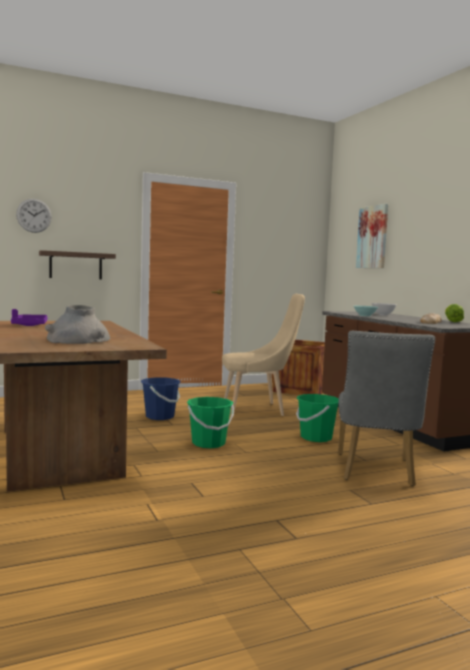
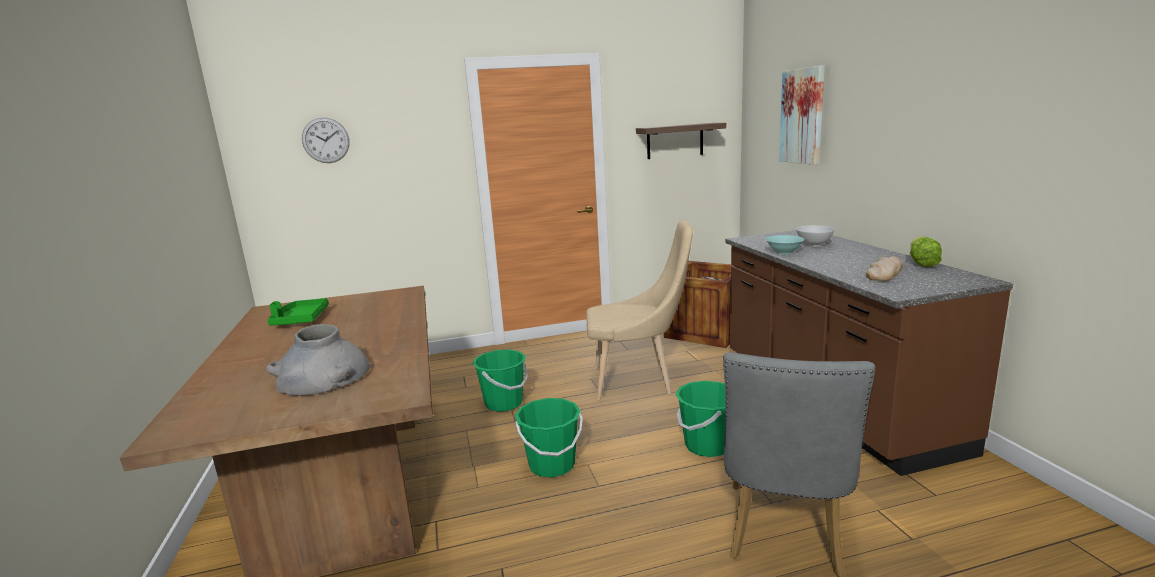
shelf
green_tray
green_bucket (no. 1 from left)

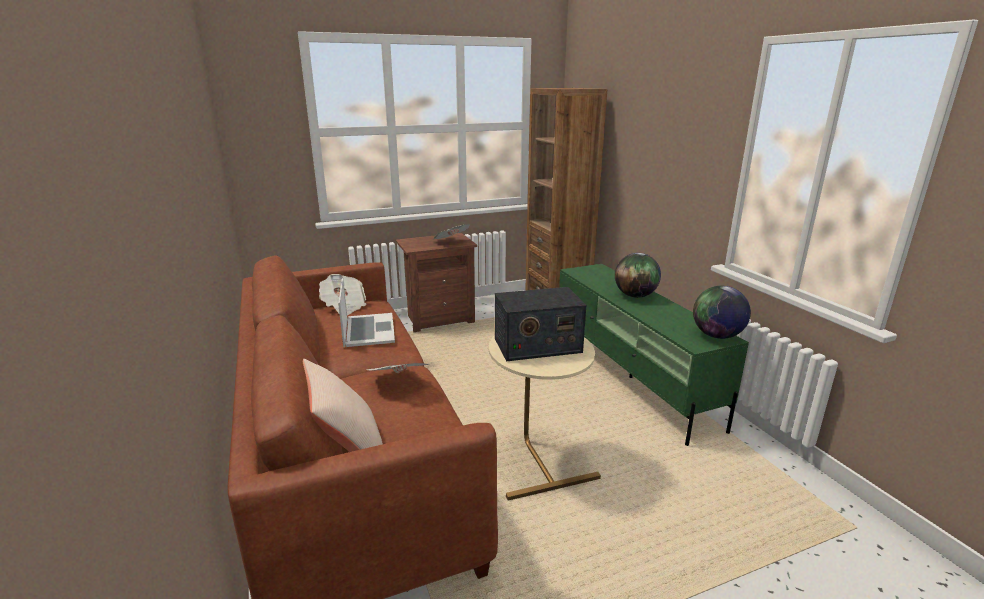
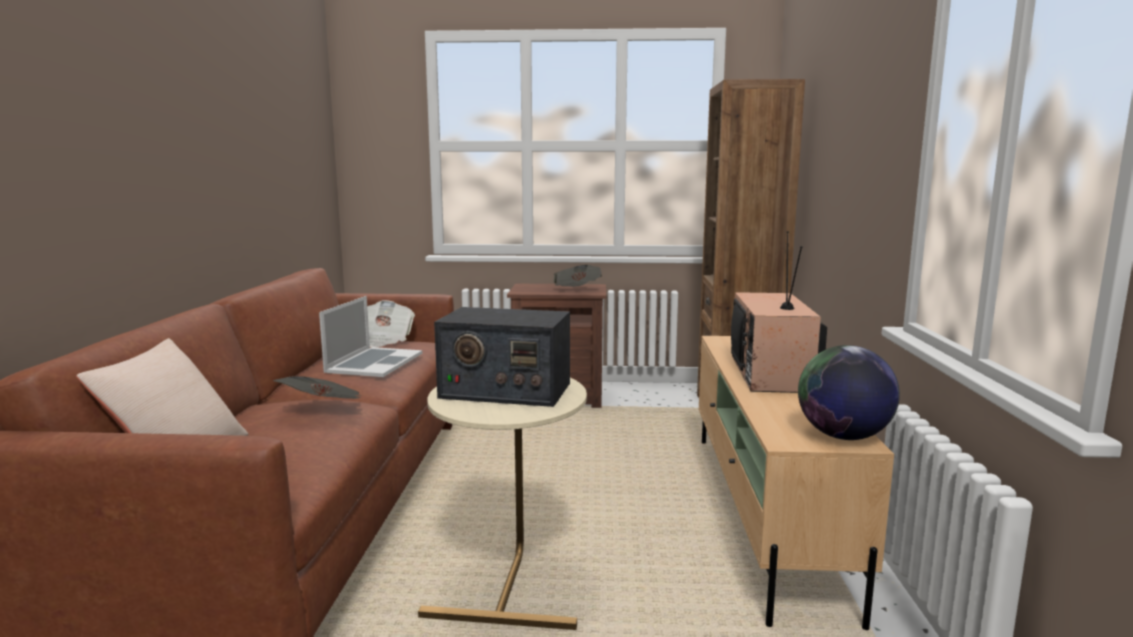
television
beige_tv_stand

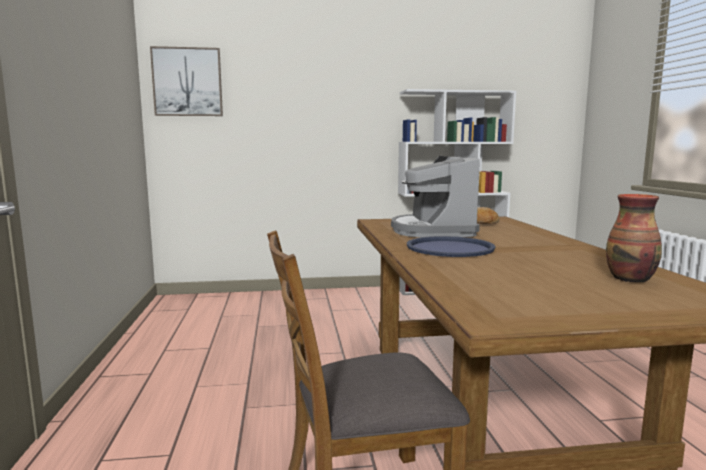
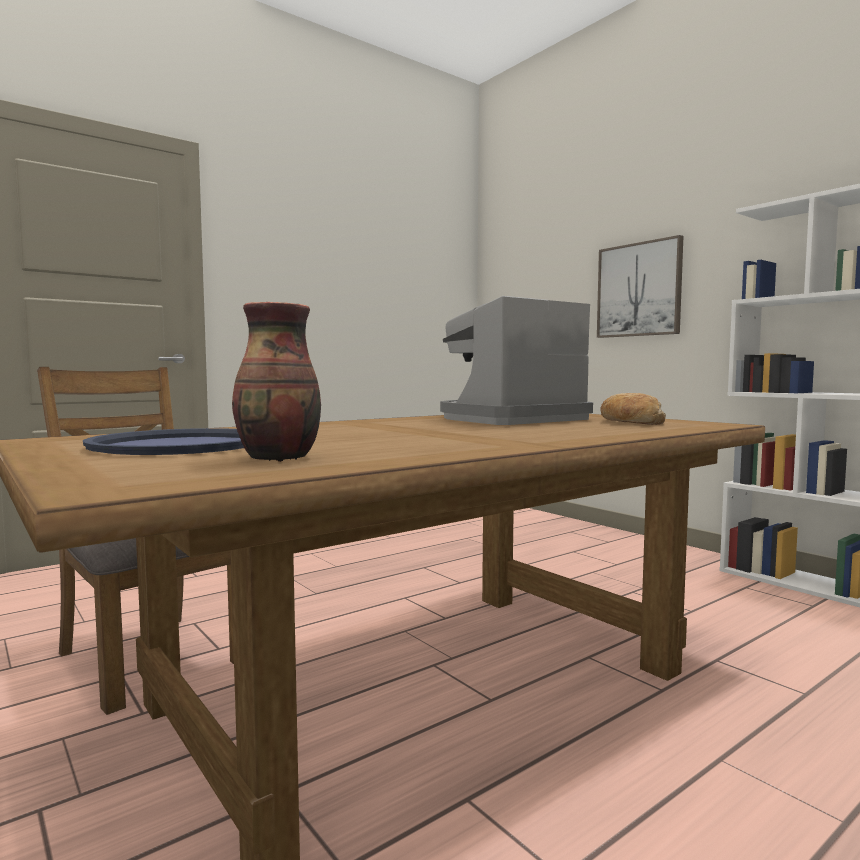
picture
blue_tray

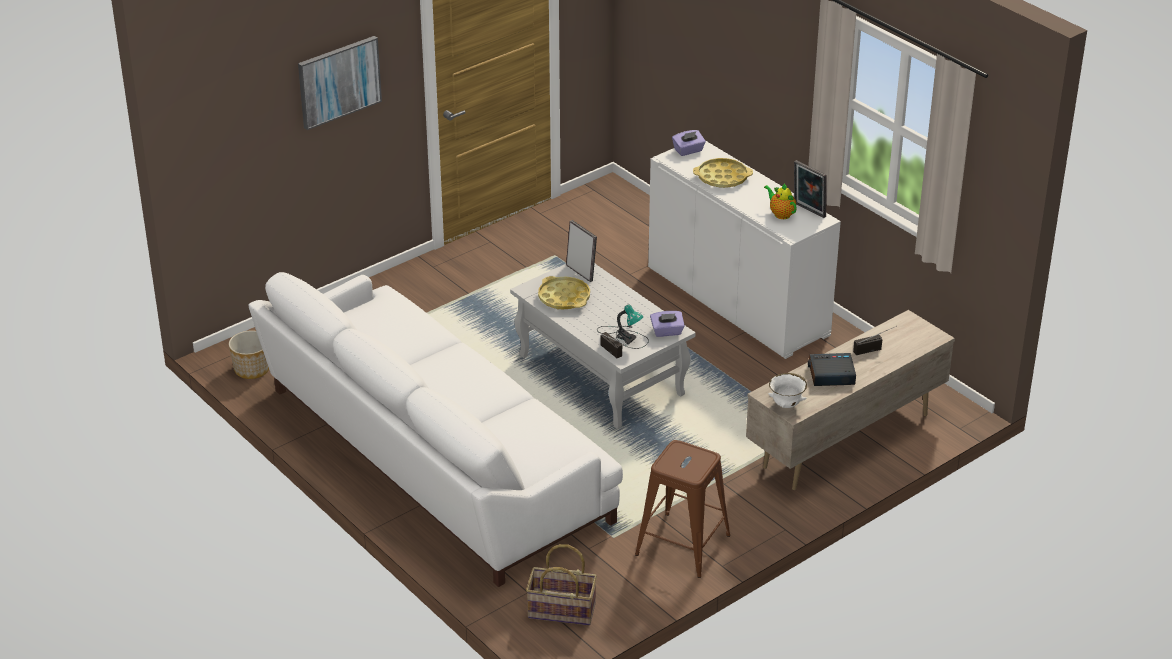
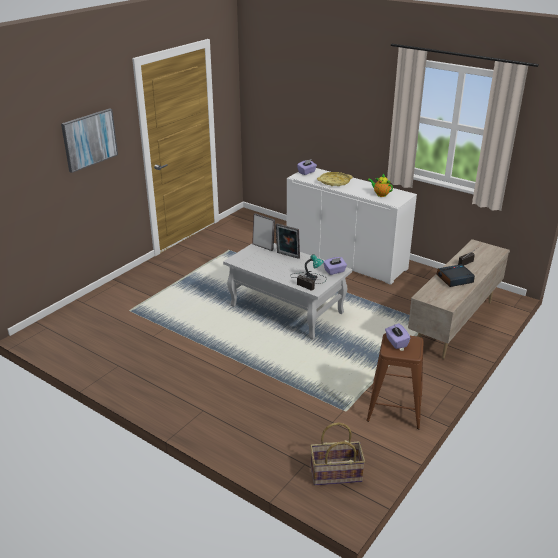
planter
white_sofa
yellow_tray (no. 1 from left in the first image)
white_bowl
purple_tissue_box (no. 3 from left)
picture_frame (no. 2 from left)

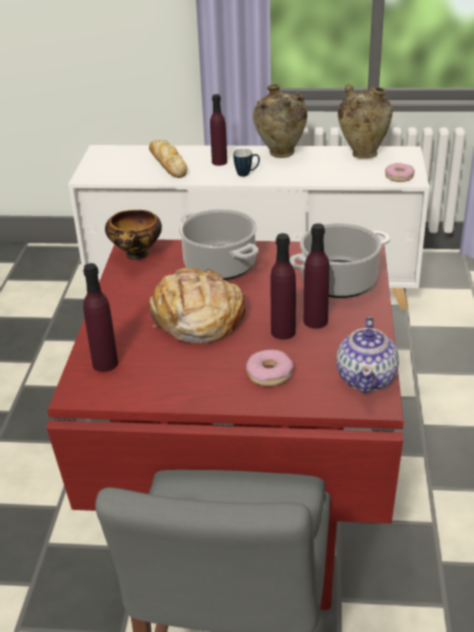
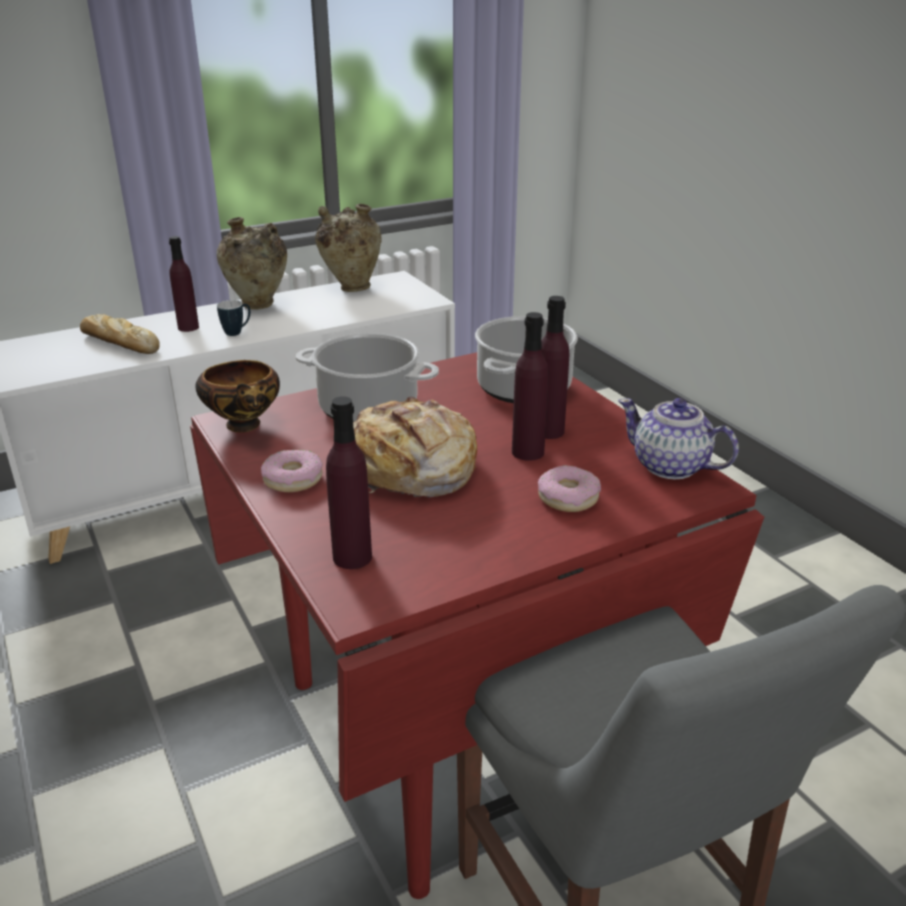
donut (no. 1 from left)
teapot

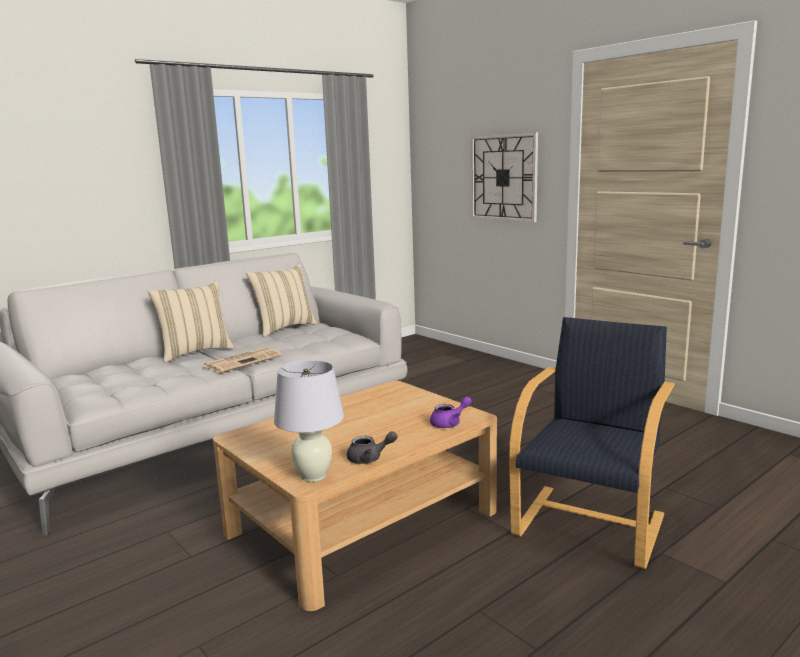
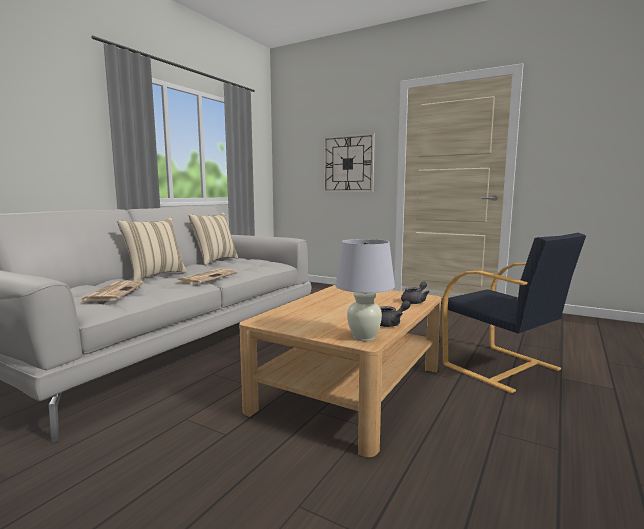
newspaper (no. 1 from left)
grey_teapot (no. 2 from left)
black_armchair

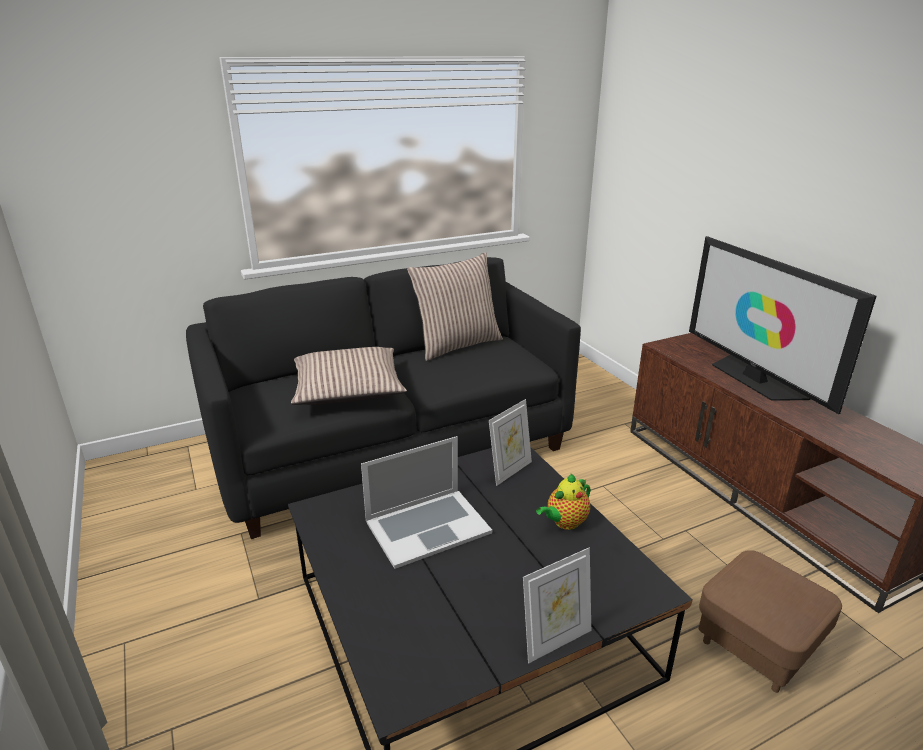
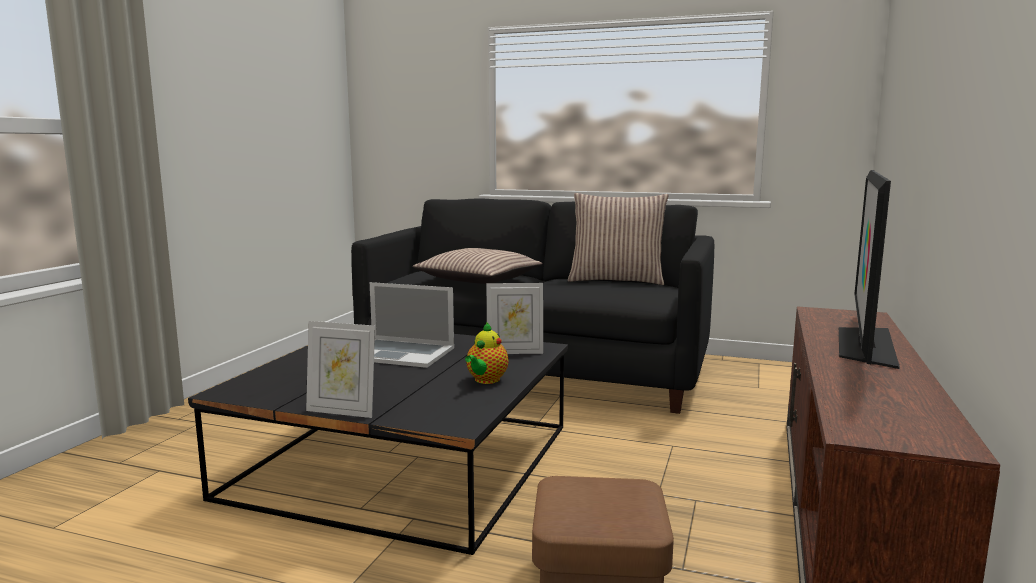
teapot

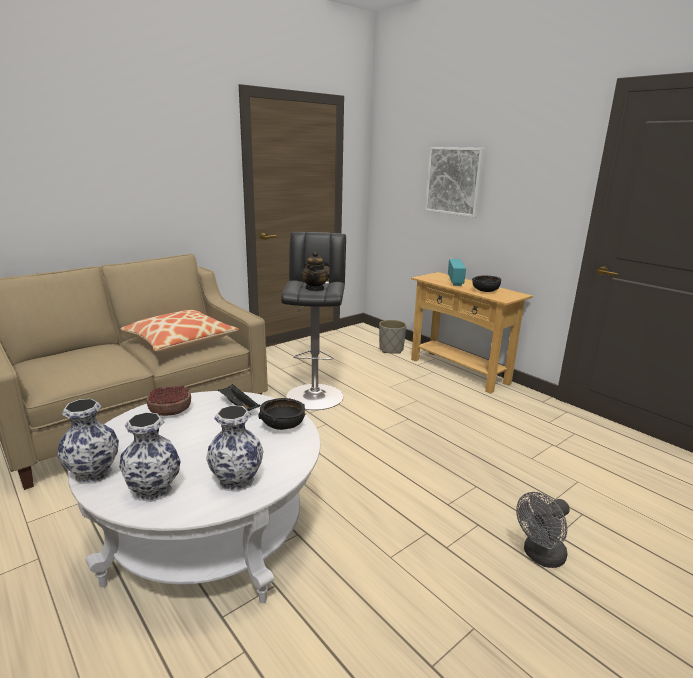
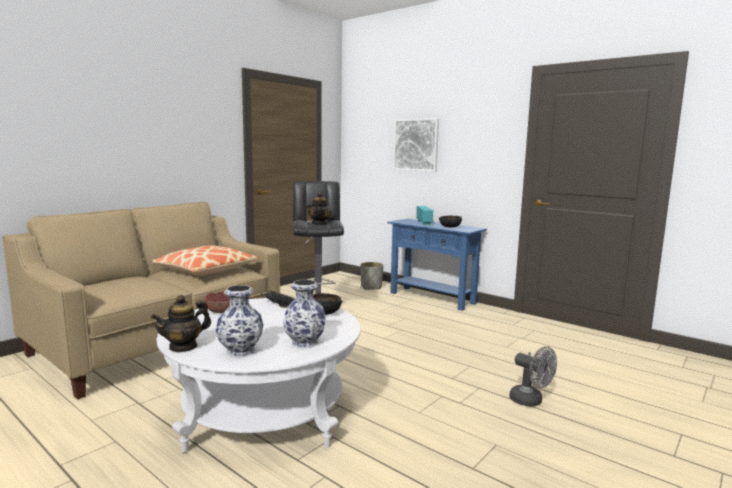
teapot (no. 1 from left)
blue_console_table
grey_fan

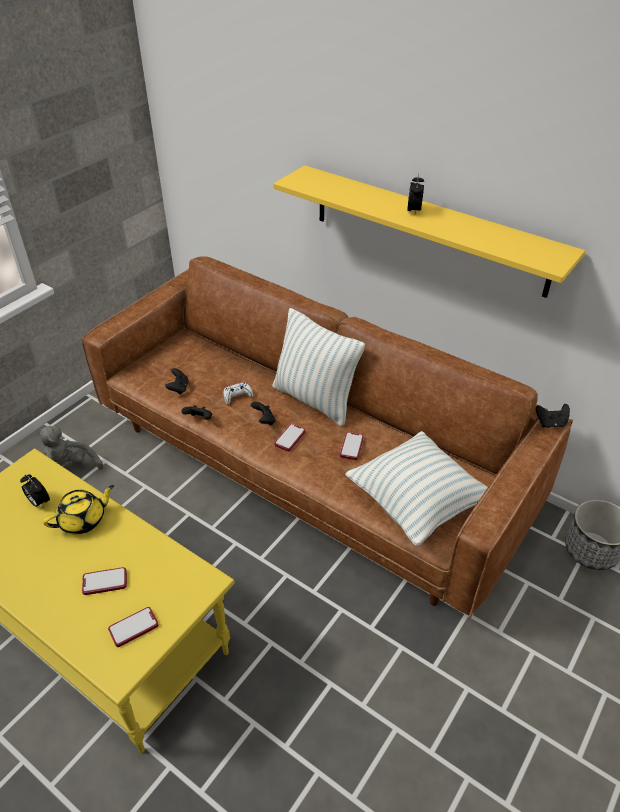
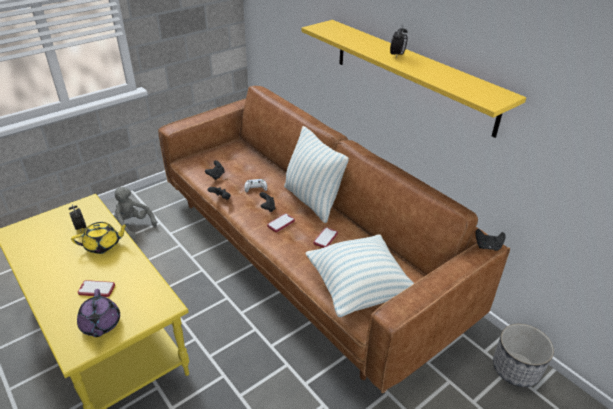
purple_teapot

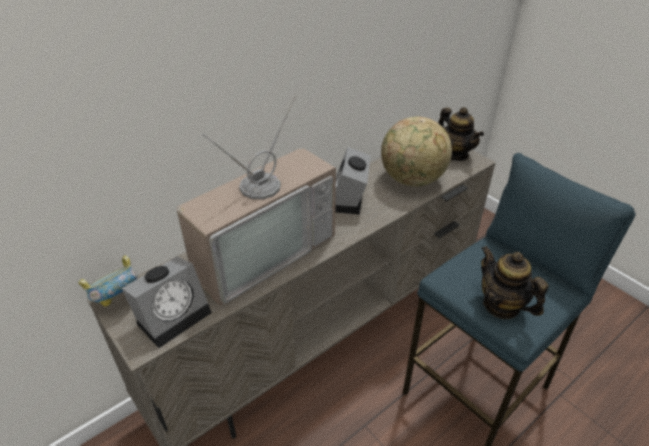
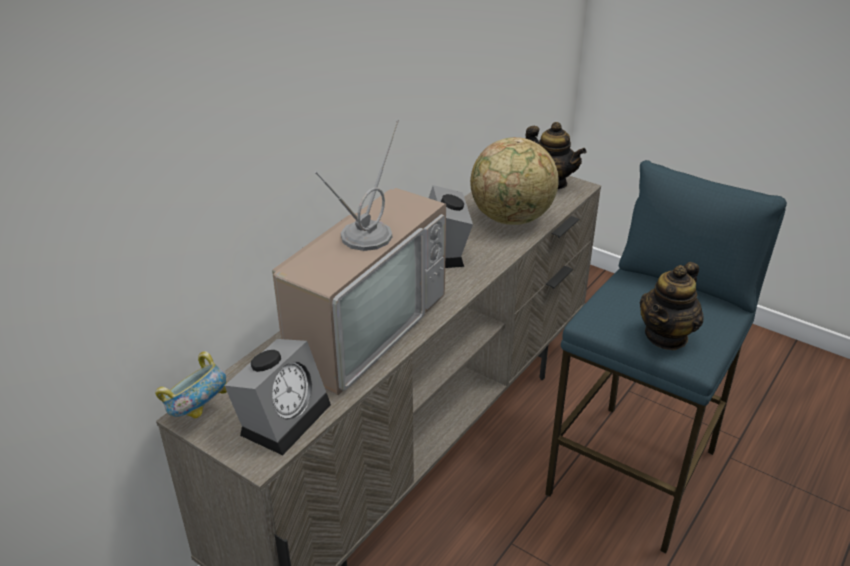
teapot (no. 2 from left)

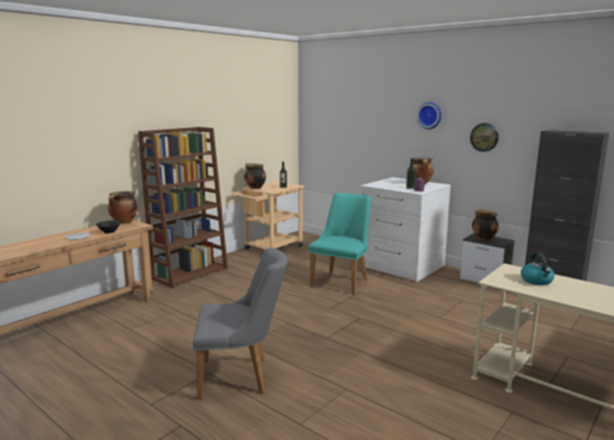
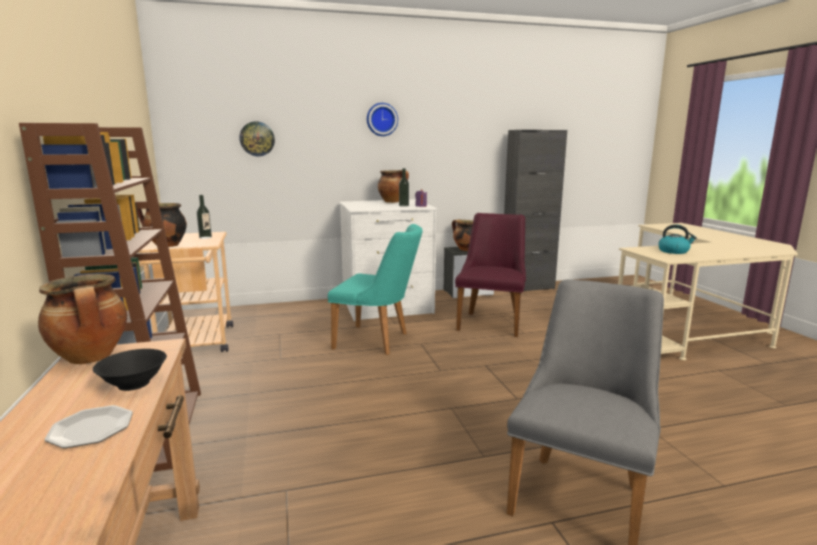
purple_chair
wall_clock (no. 1 from left)
turquoise_chair

